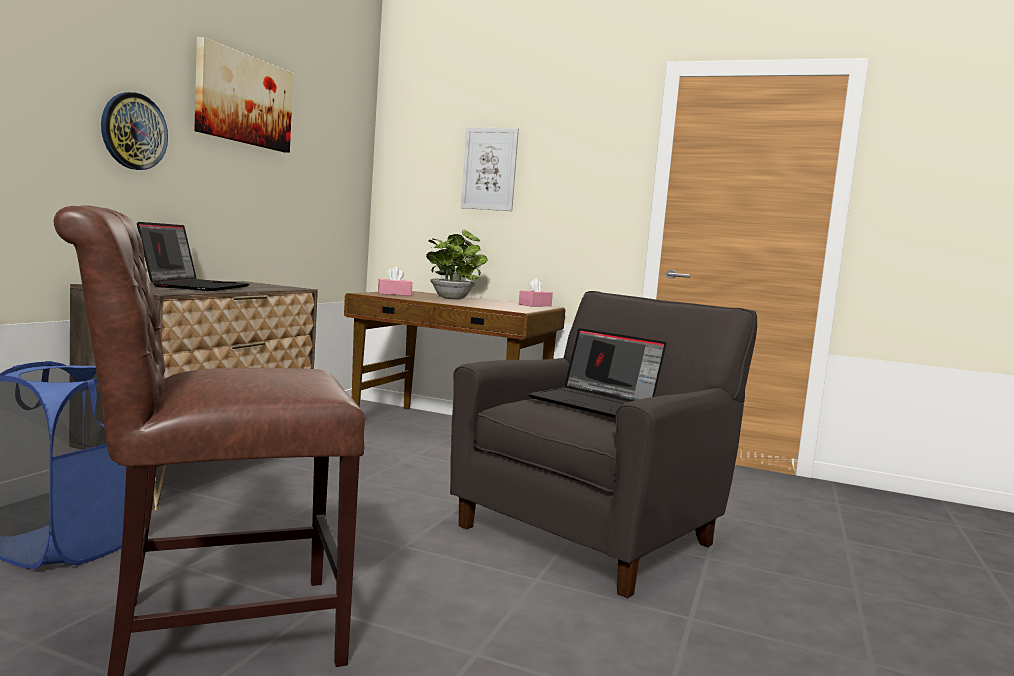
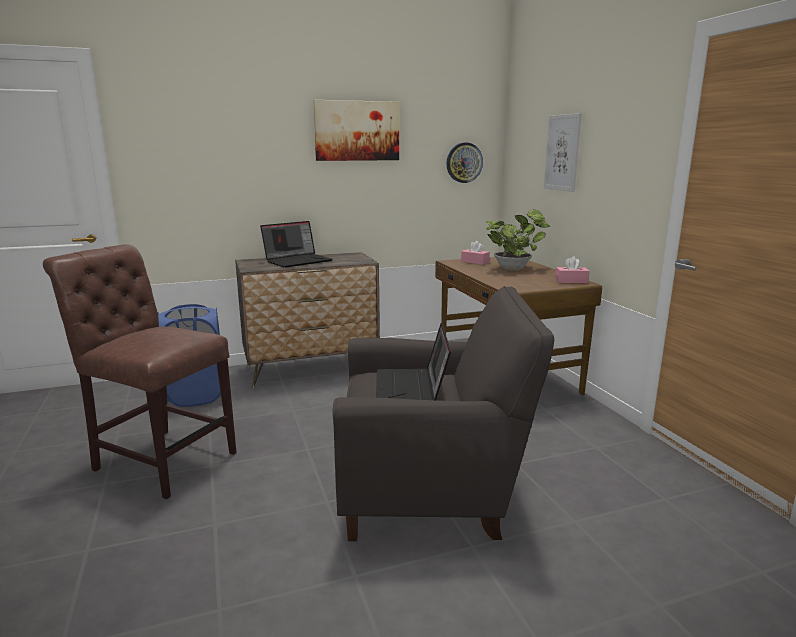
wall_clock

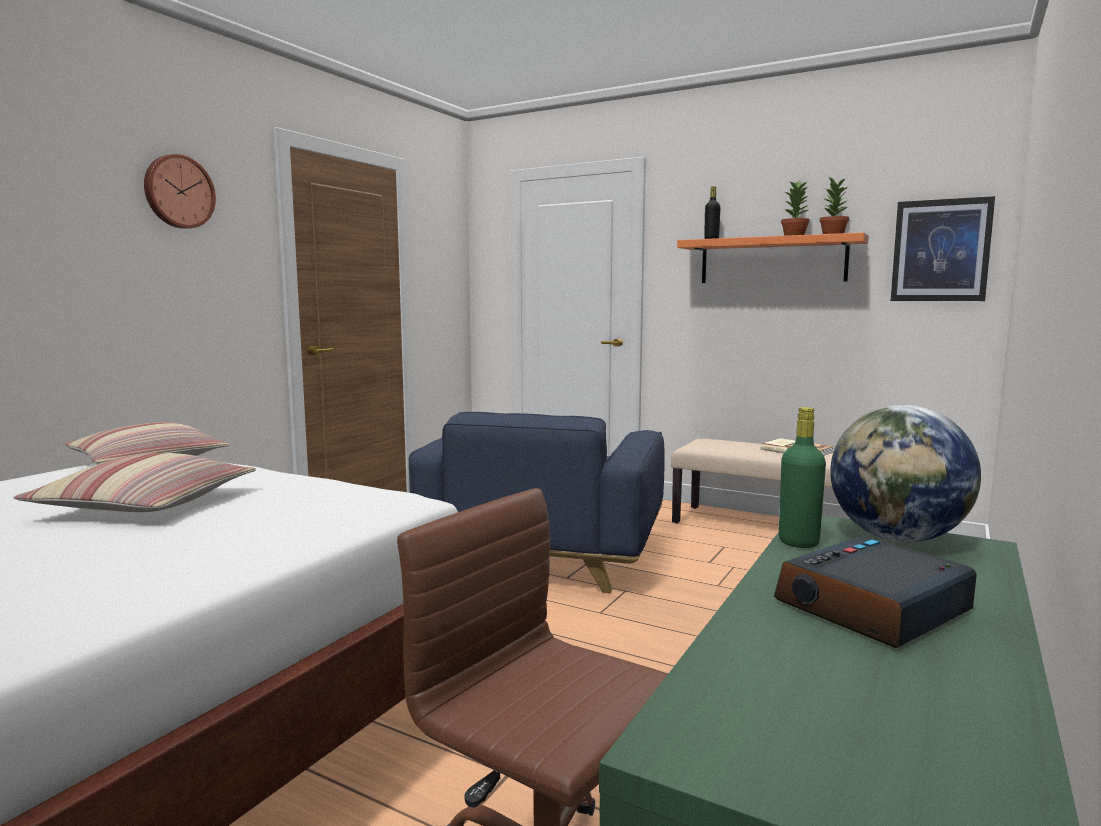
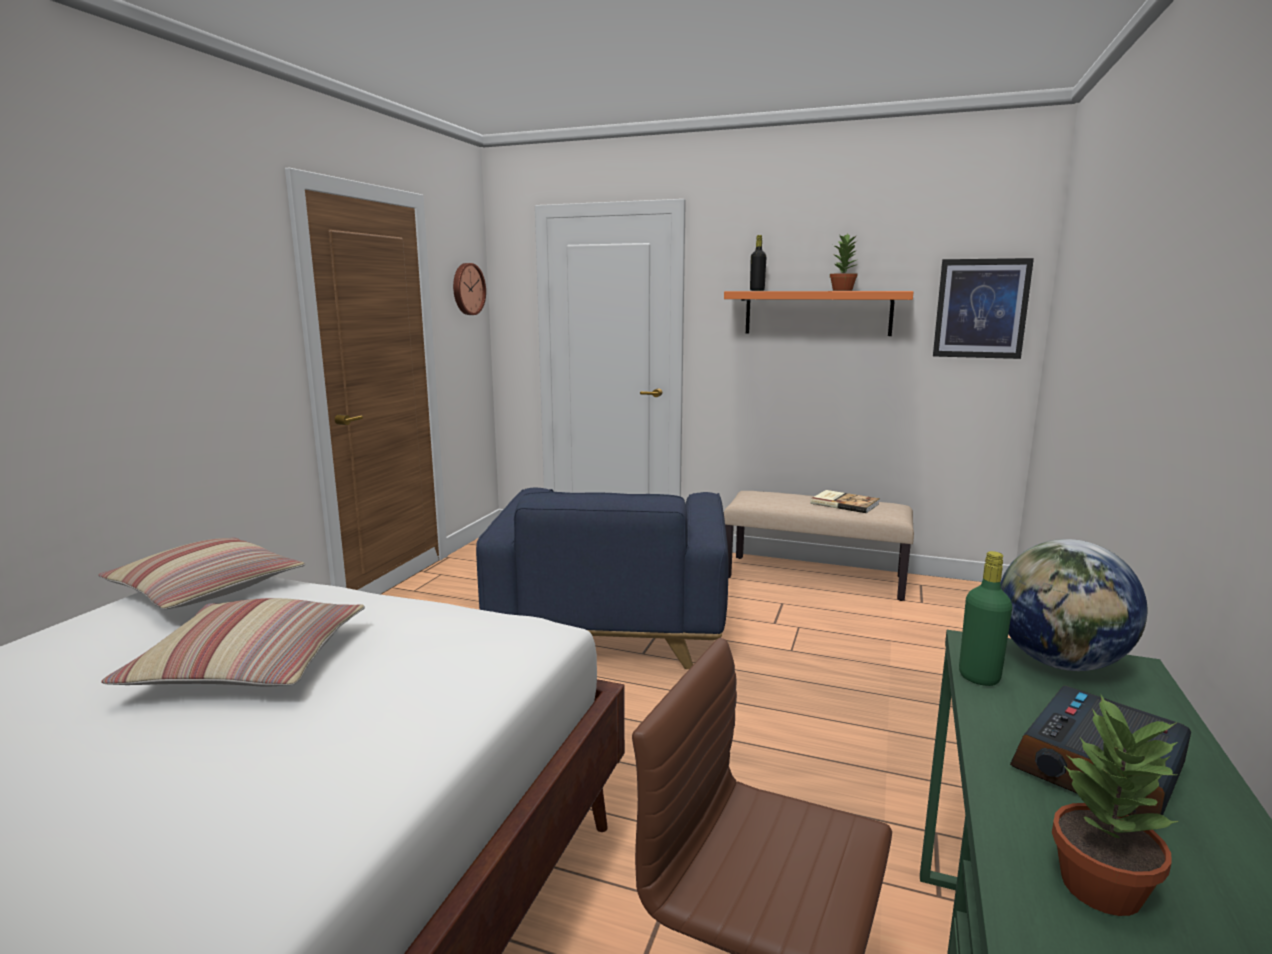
wall_clock
potted_plant (no. 2 from left)

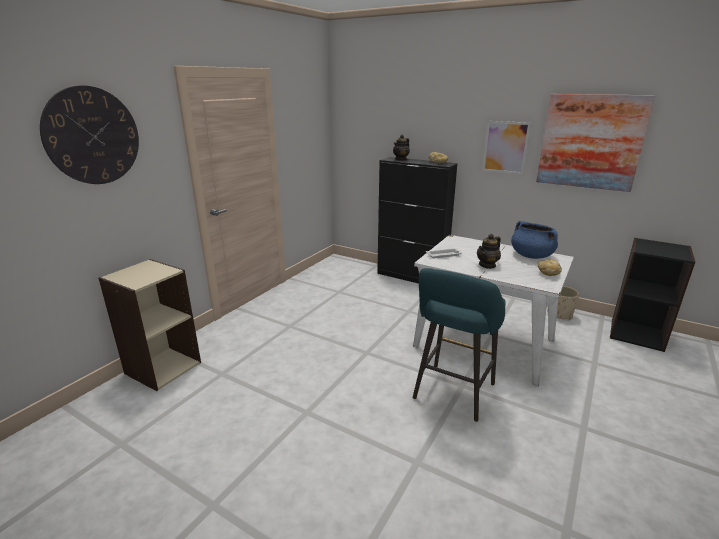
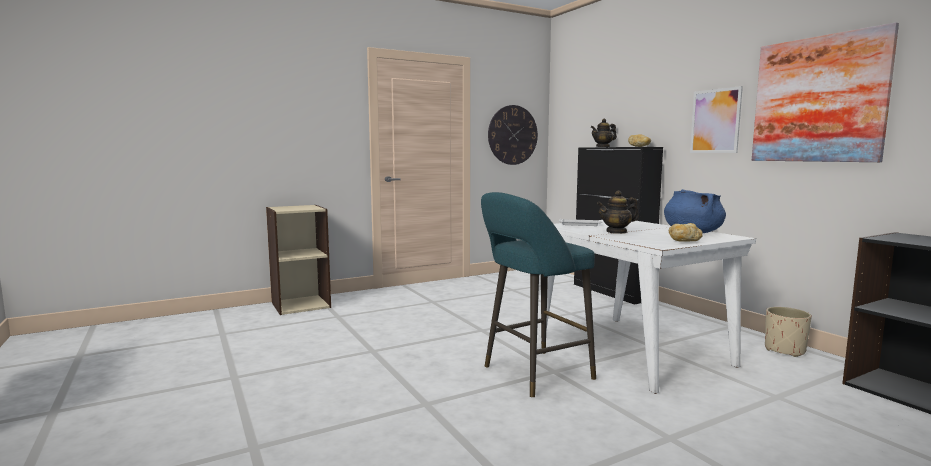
wall_clock

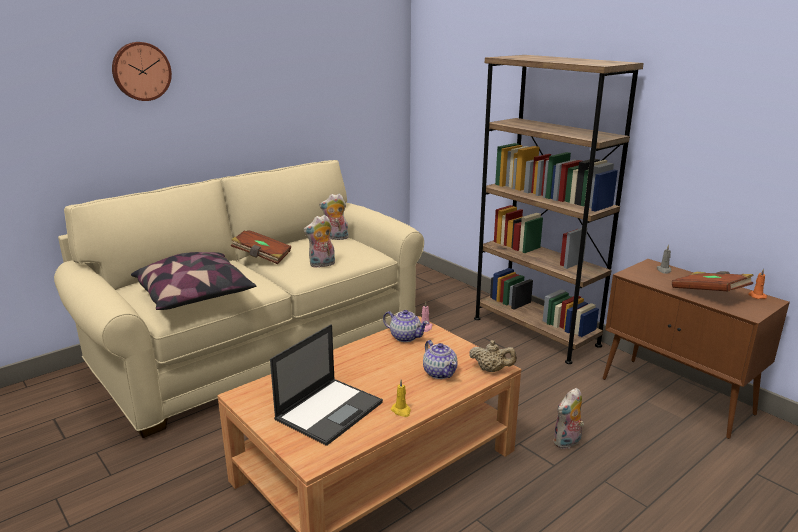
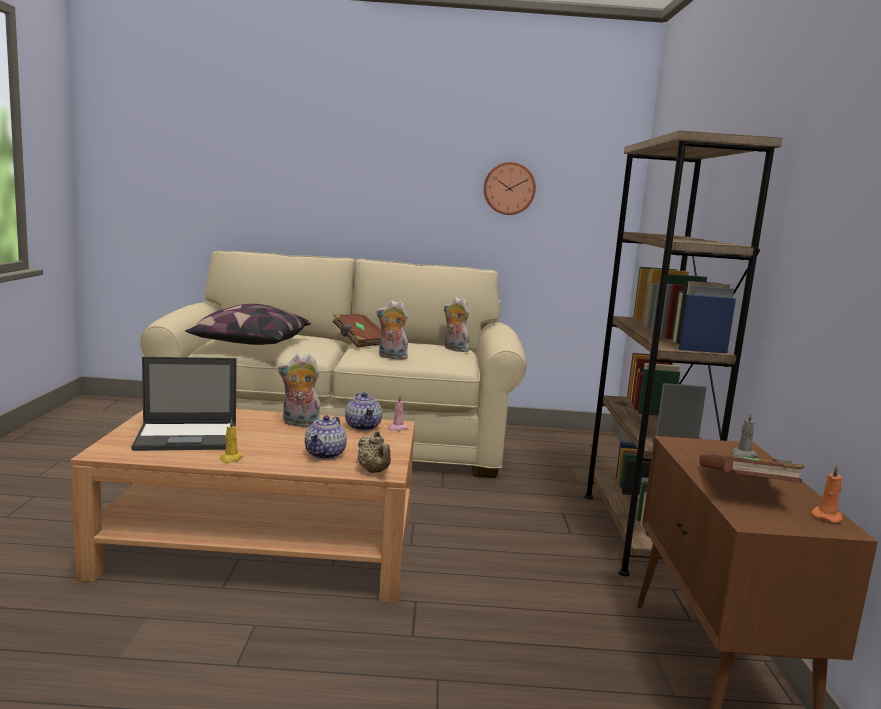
wall_clock
plush_toy (no. 1 from left)

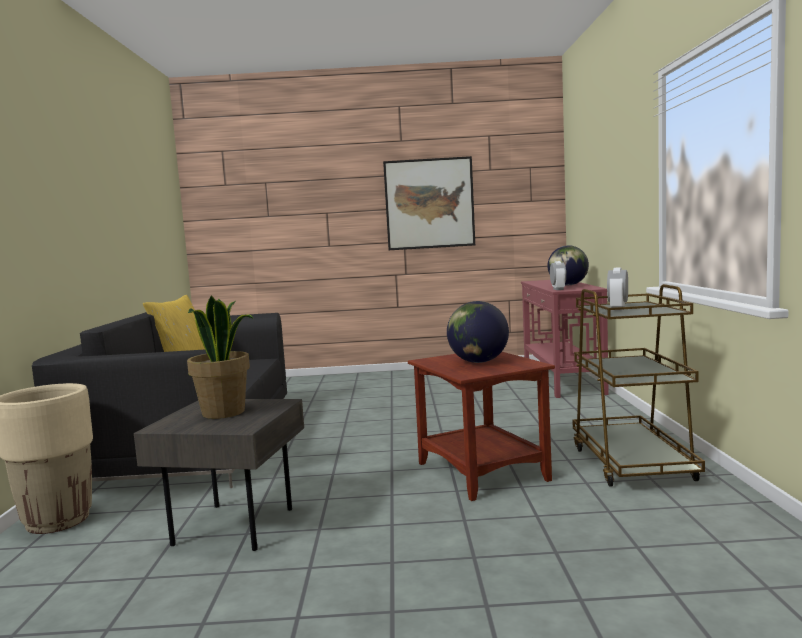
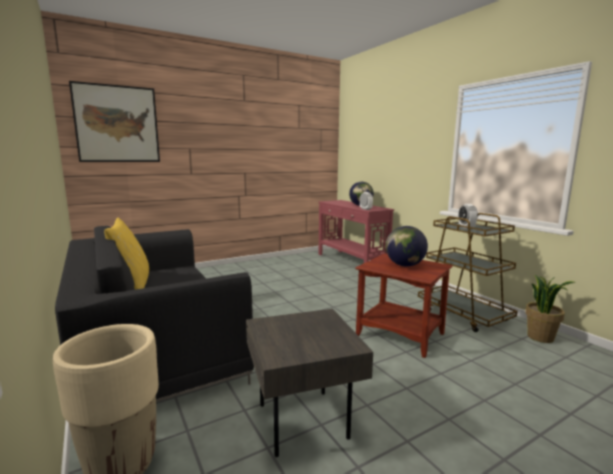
potted_plant
picture

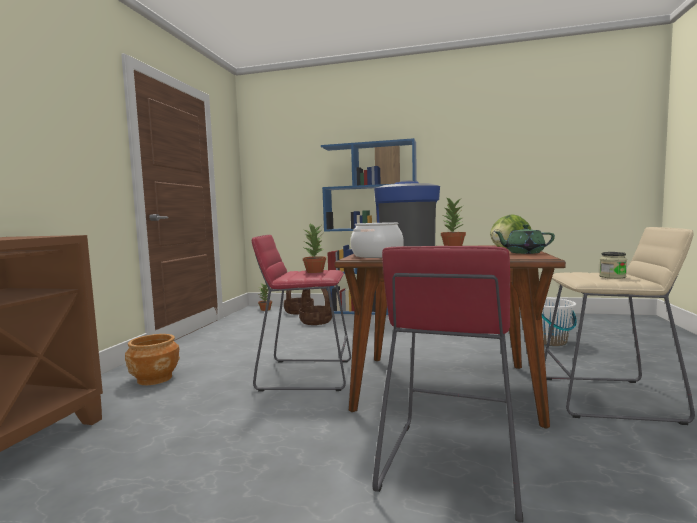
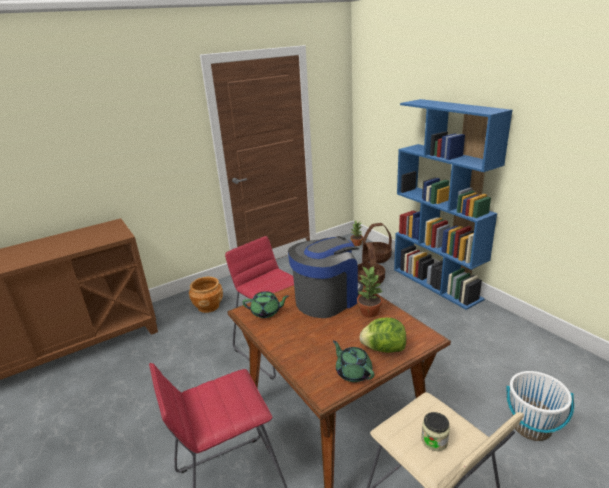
potted_plant (no. 2 from left in the first image)
green_teapot (no. 1 from left)

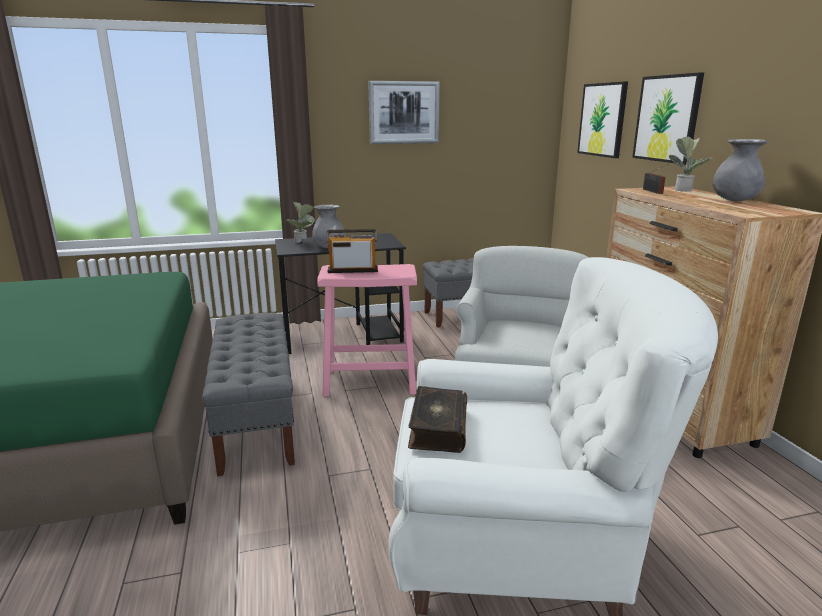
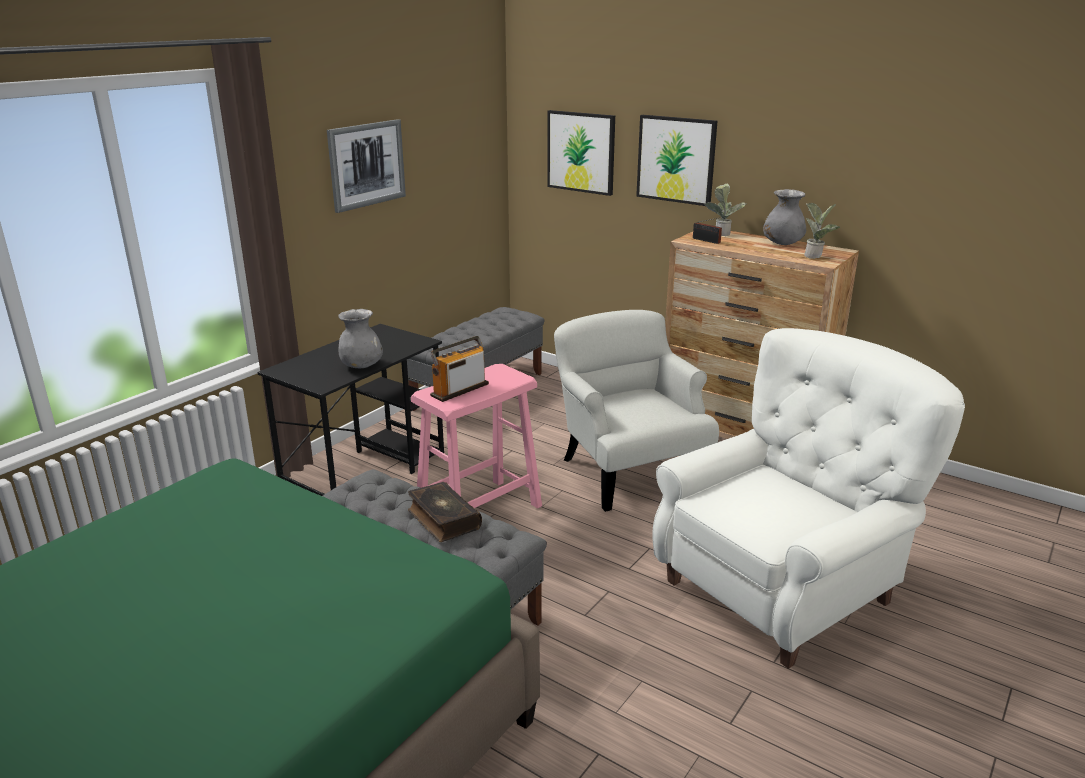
potted_plant (no. 2 from left)
book

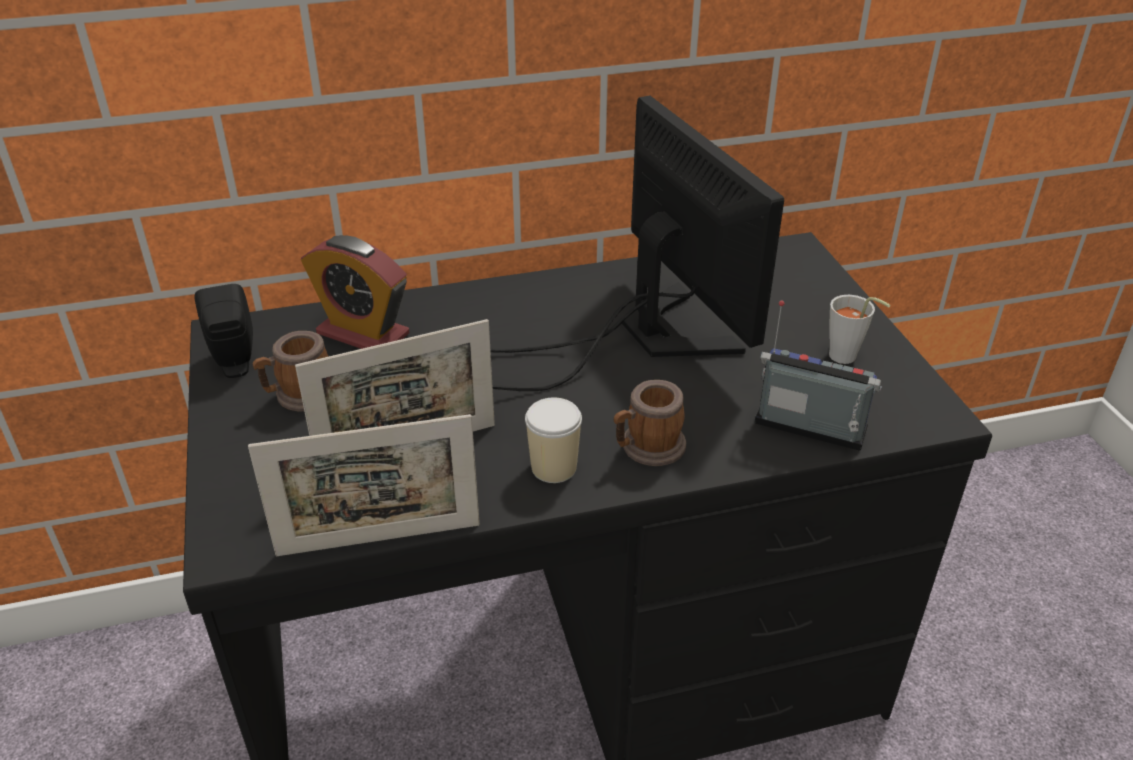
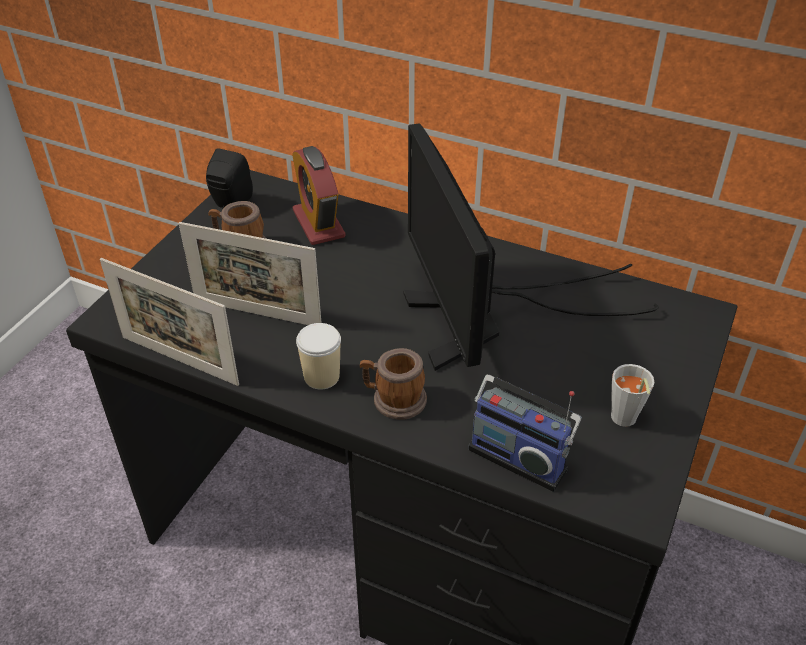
monitor
radio

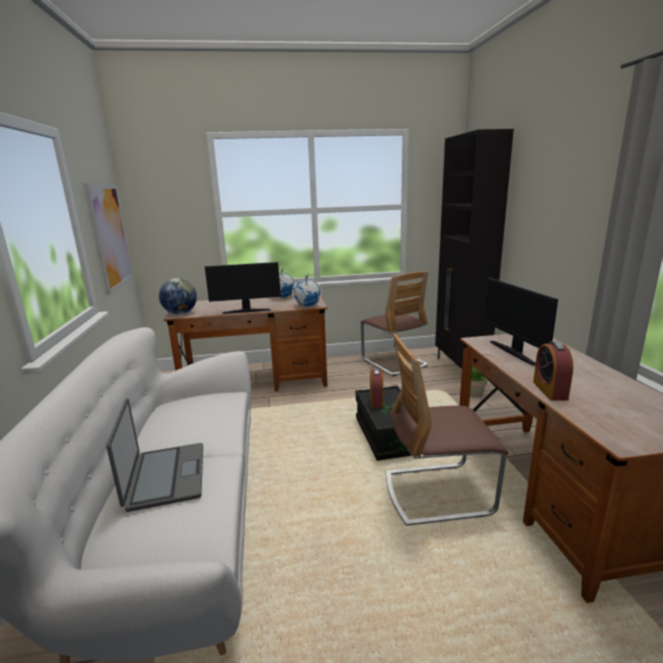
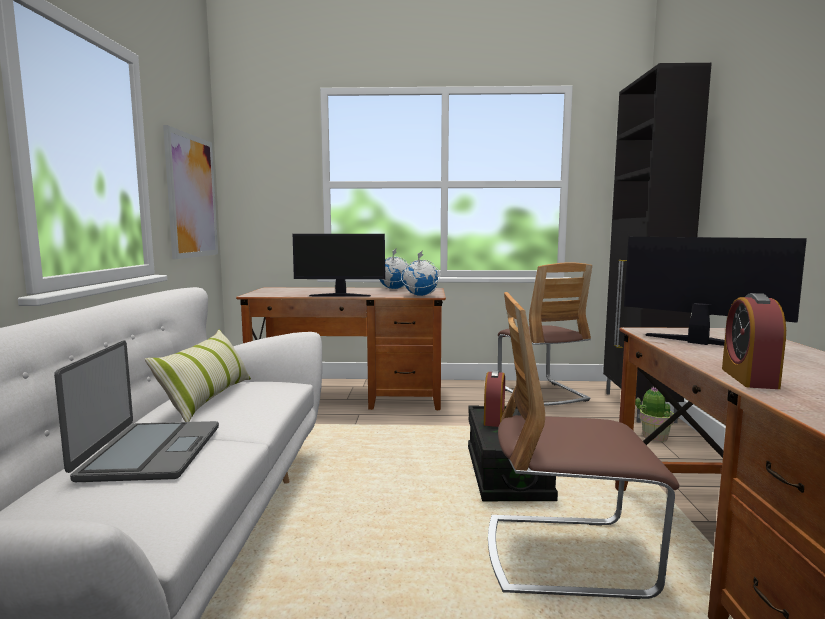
globe (no. 1 from left in the first image)
pillow
monitor (no. 2 from left)

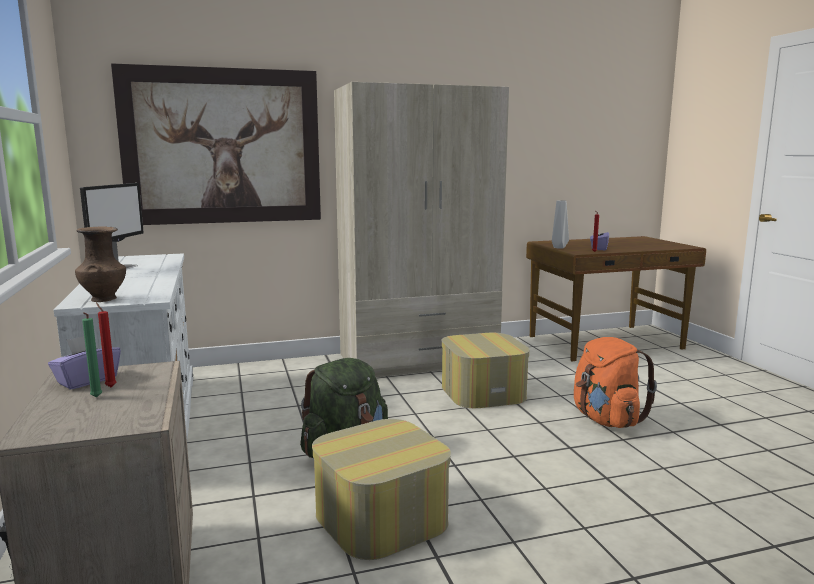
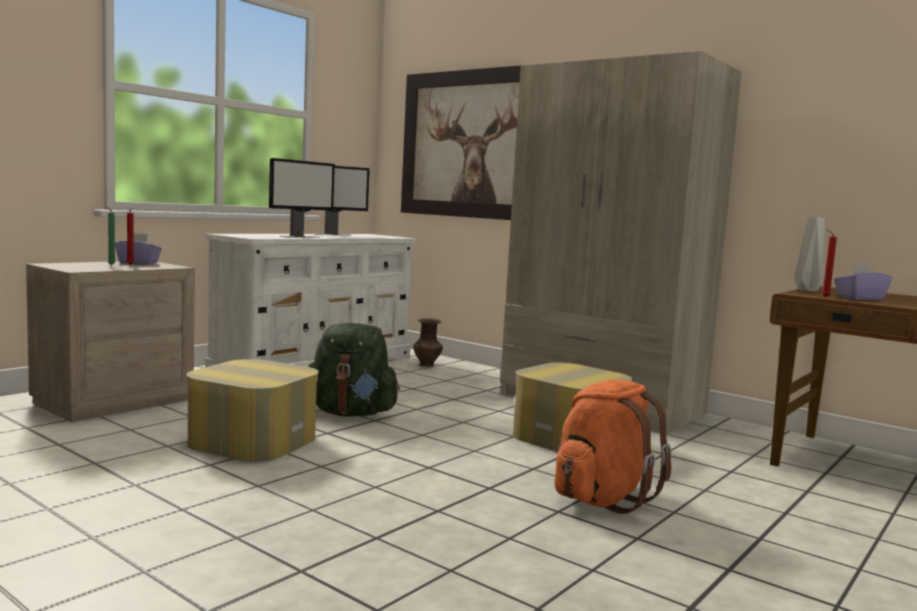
monitor (no. 1 from left)
brown_vase

